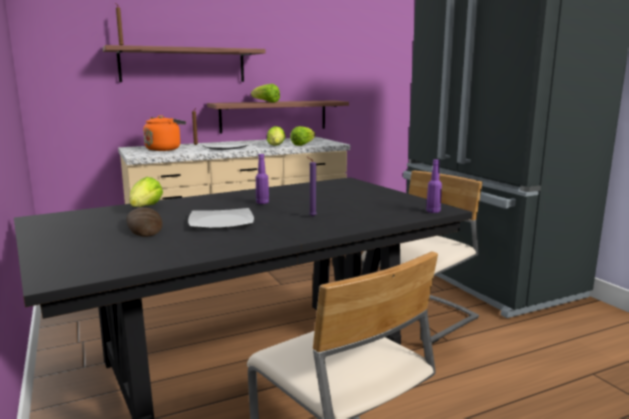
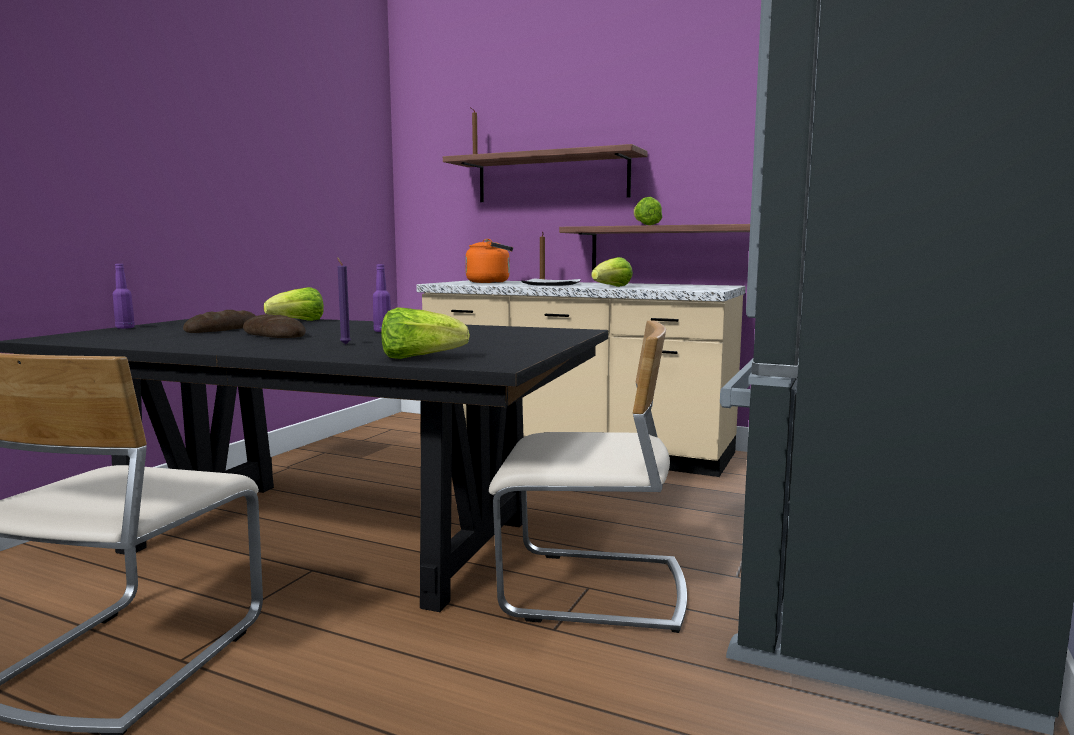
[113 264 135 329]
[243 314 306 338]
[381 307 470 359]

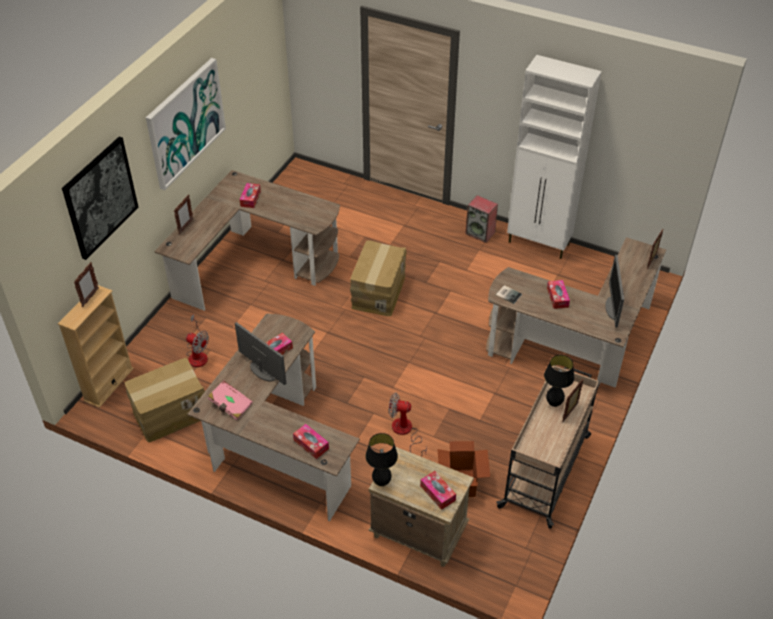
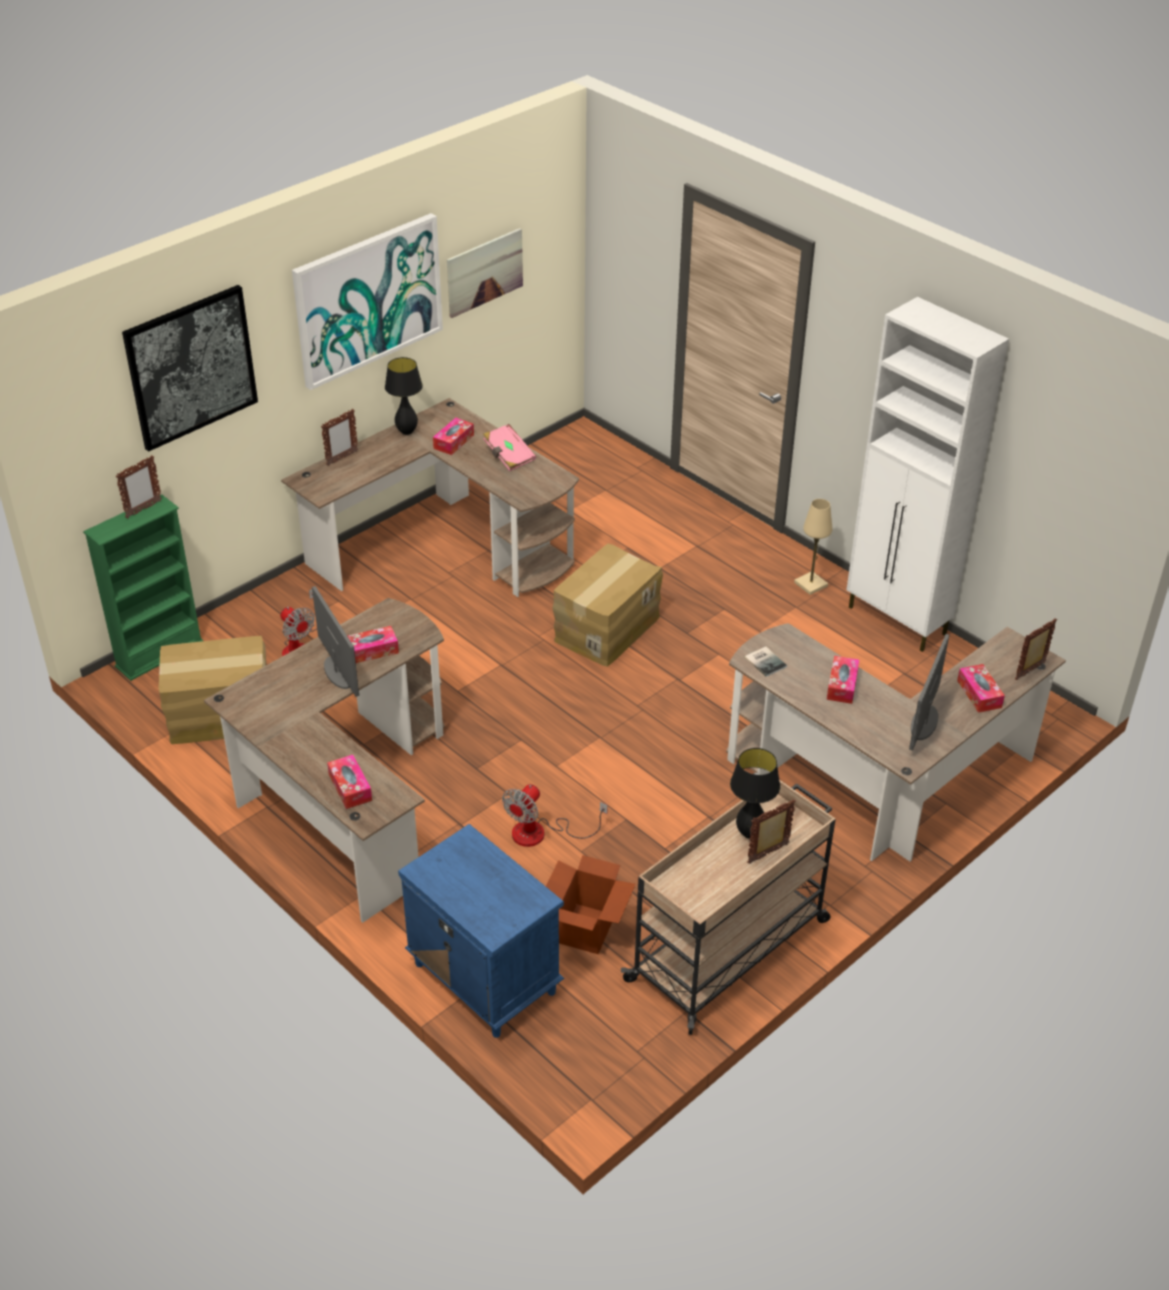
[83 495 203 681]
[385 357 423 435]
[398 824 564 1038]
[447 228 523 318]
[483 424 536 471]
[502 784 608 847]
[794 499 832 595]
[957 664 1005 713]

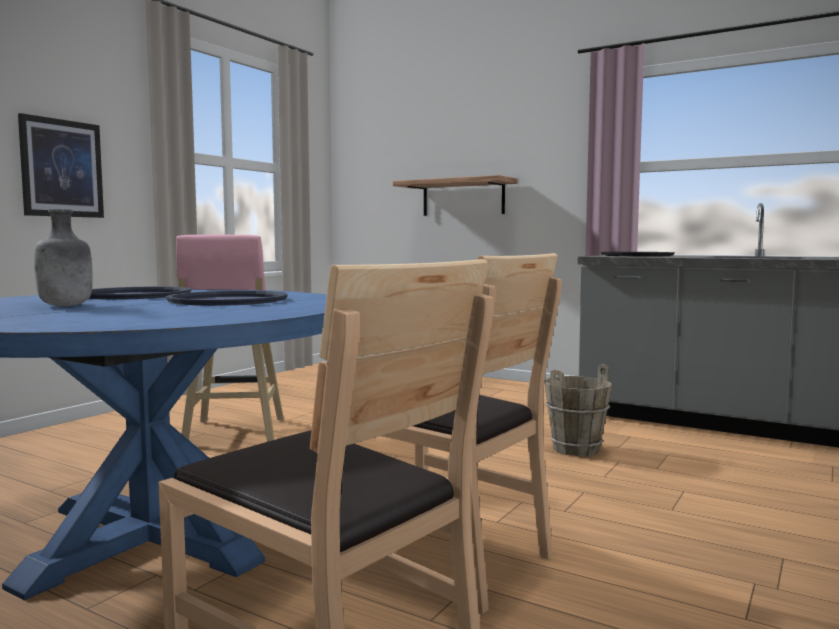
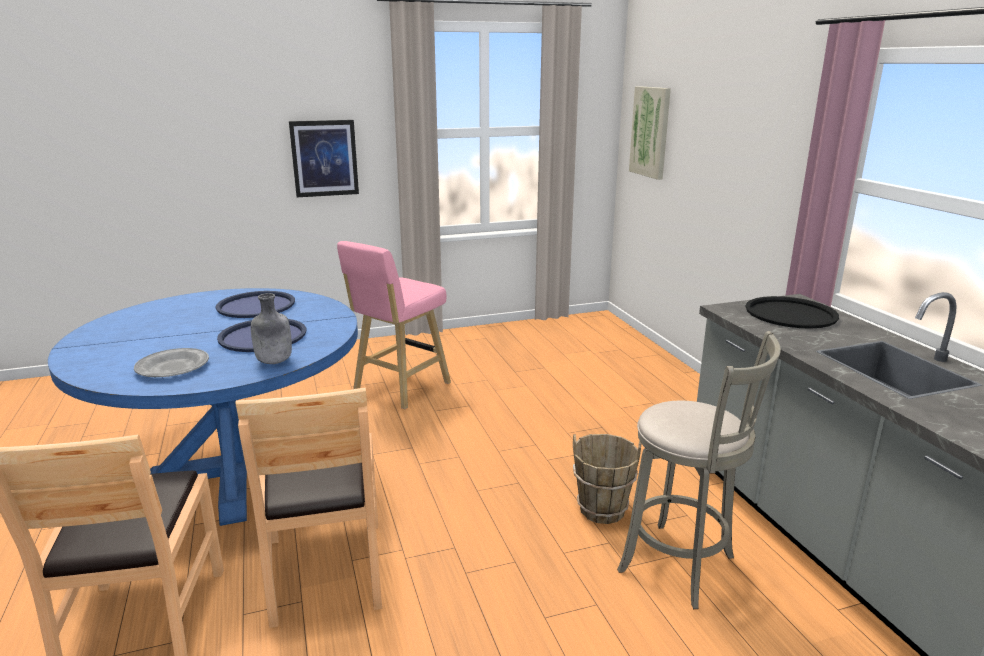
[134 348 209 377]
[251 293 292 364]
[617 331 781 609]
[629 86 671 180]
[393 175 517 216] (first image)

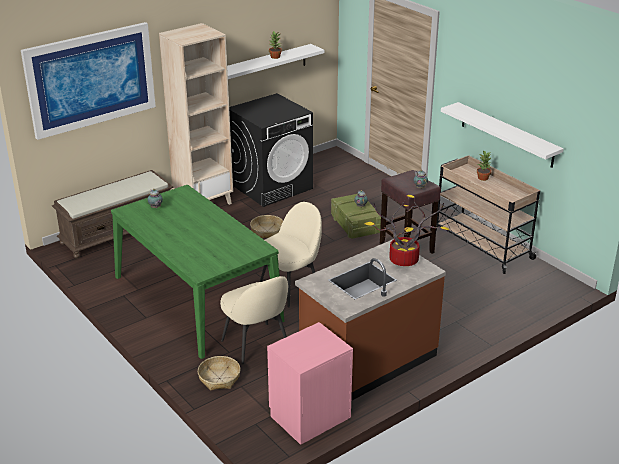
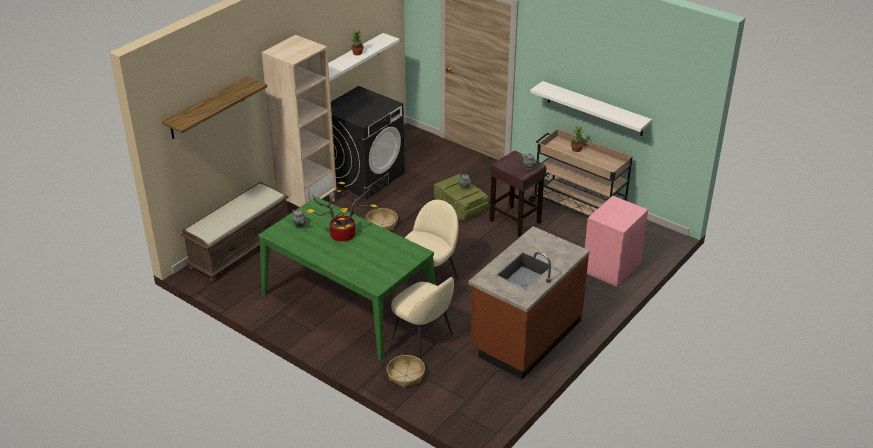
[162 76 267 139]
[305 182 378 241]
[585 196 648 287]

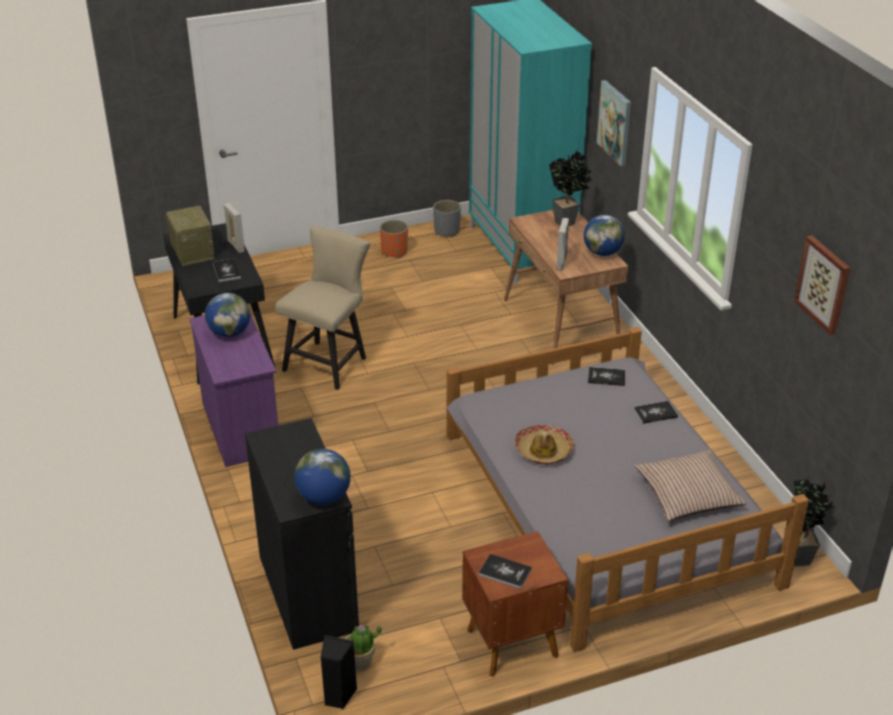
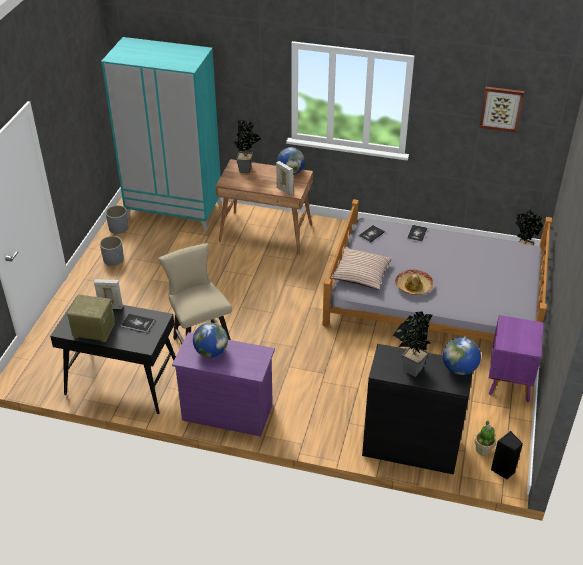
[100 236 124 266]
[331 247 392 290]
[393 311 433 377]
[488 315 543 402]
[479 554 532 589] (first image)
[597 80 631 166] (first image)

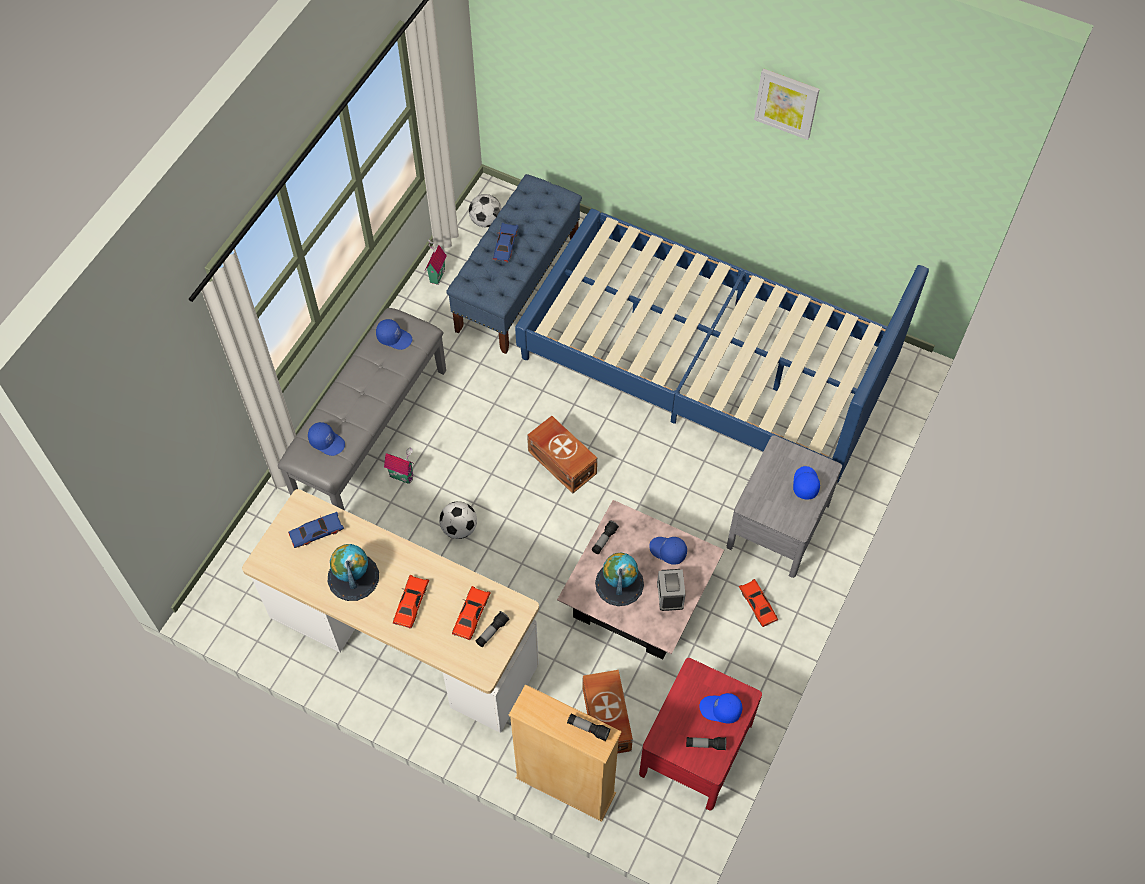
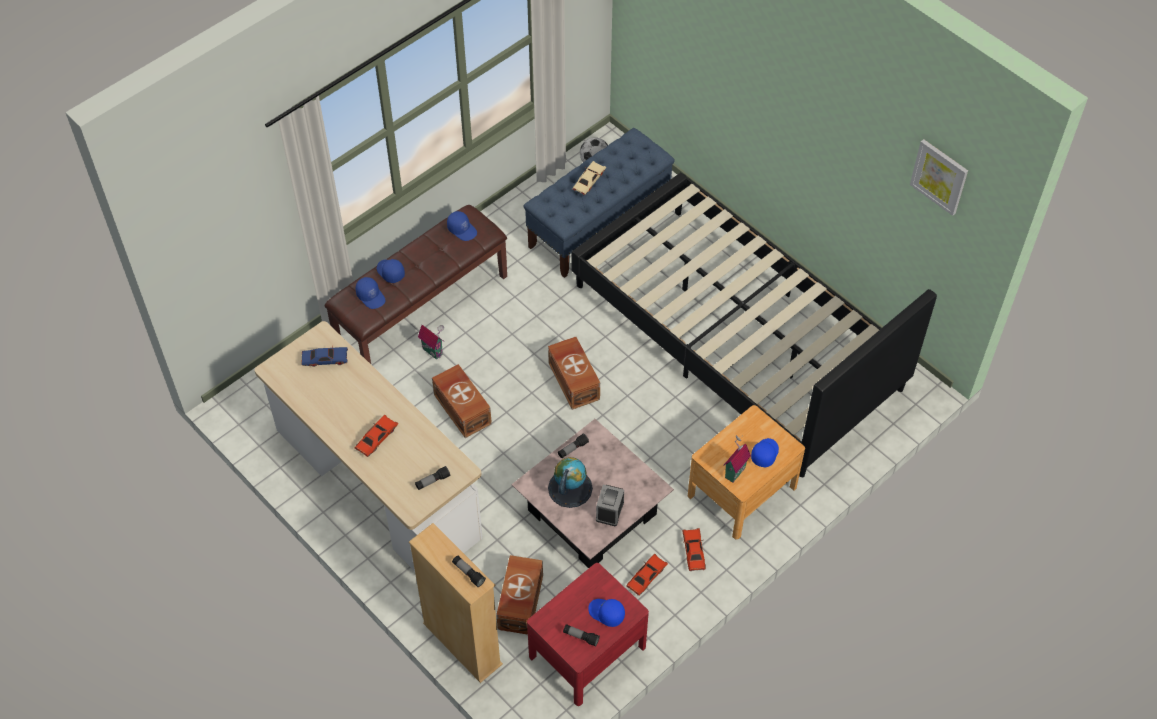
[325 205 507 364]
[377 259 405 283]
[432 364 492 438]
[571 173 937 477]
[572 161 606 195]
[626 554 668 596]
[688 405 805 540]
[723 435 751 483]
[910 139 968 216]
[328 544 379 601] (first image)

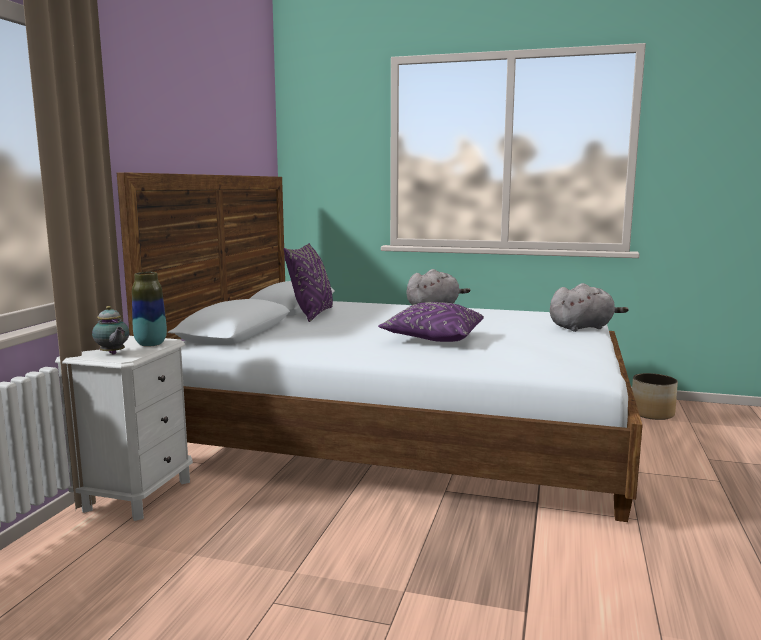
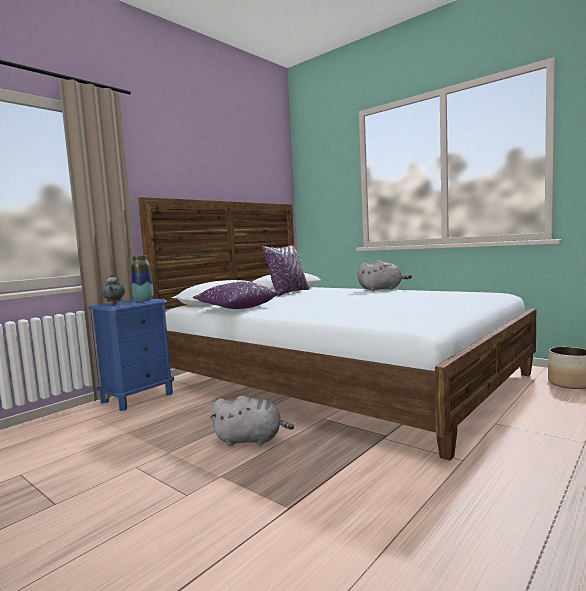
[88 298 174 411]
[193 282 280 309]
[210 396 294 446]

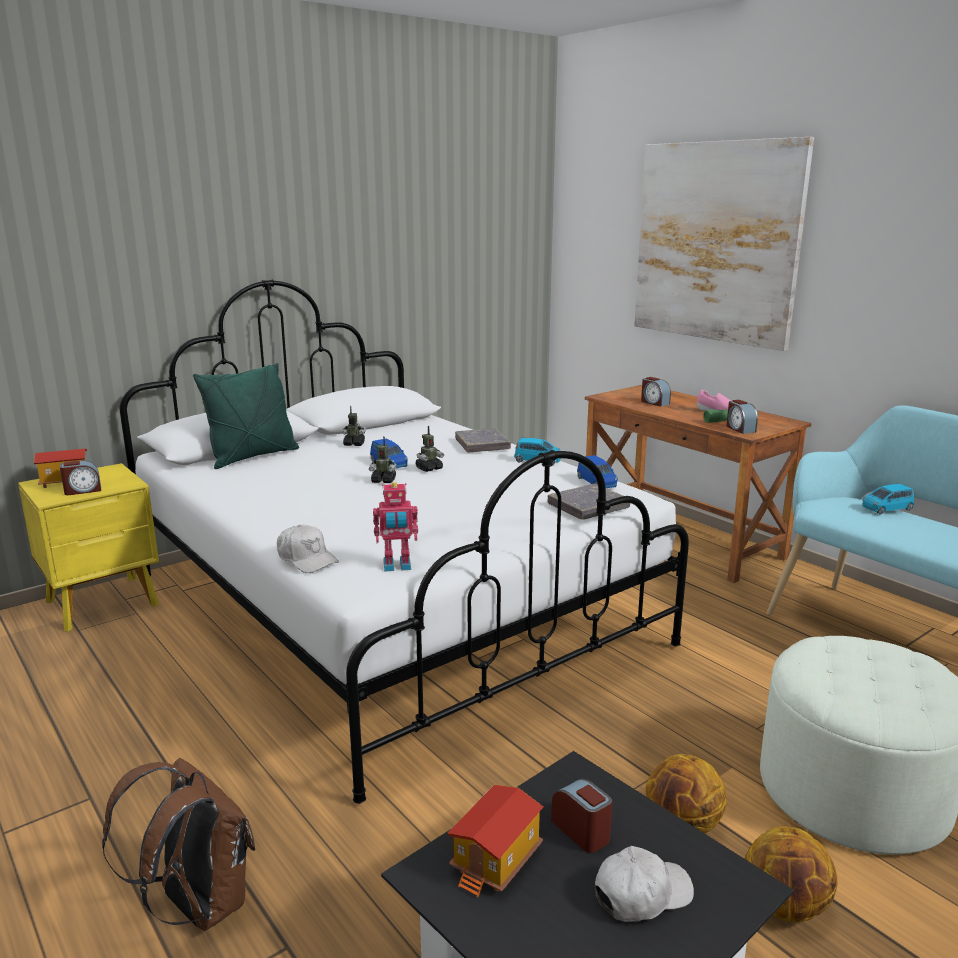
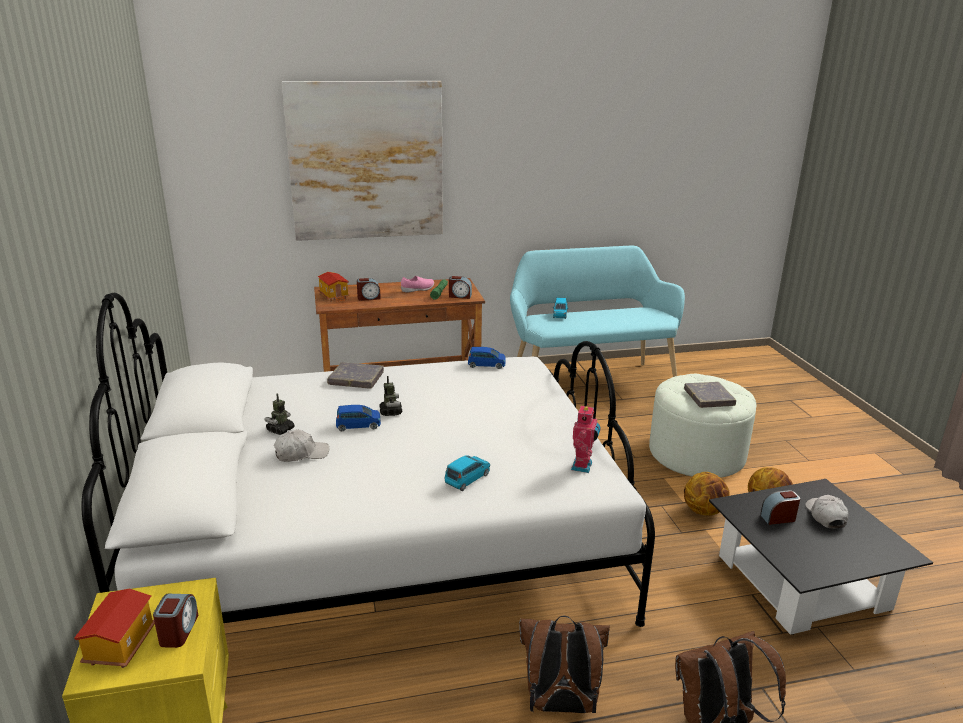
[274 429 329 462]
[317 272 350 302]
[445 455 490 491]
[519 616 610 713]
[684 382 736 408]
[193 363 299 469] (first image)
[369 436 397 483] (first image)

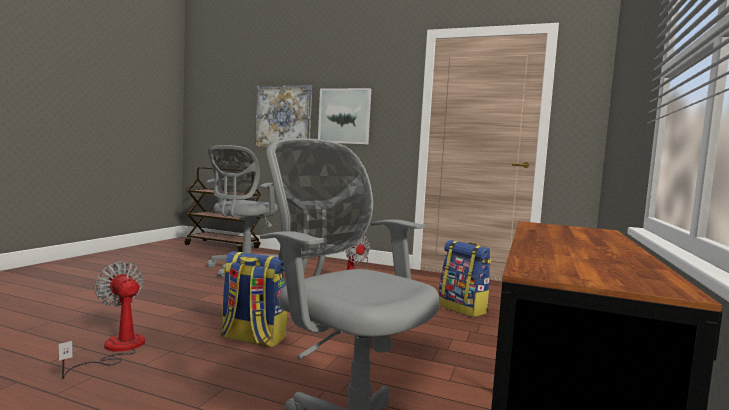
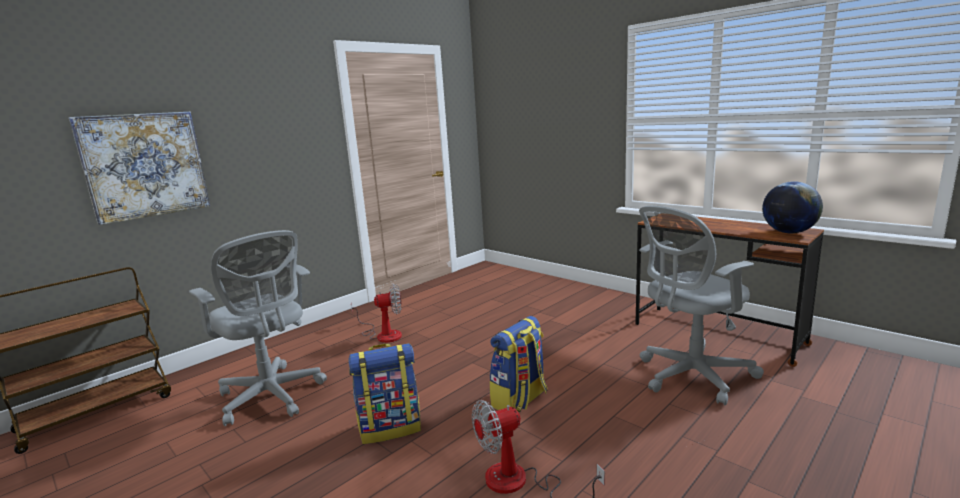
[348 343 421 444]
[762 181 823 233]
[318 88 371 144] (first image)

